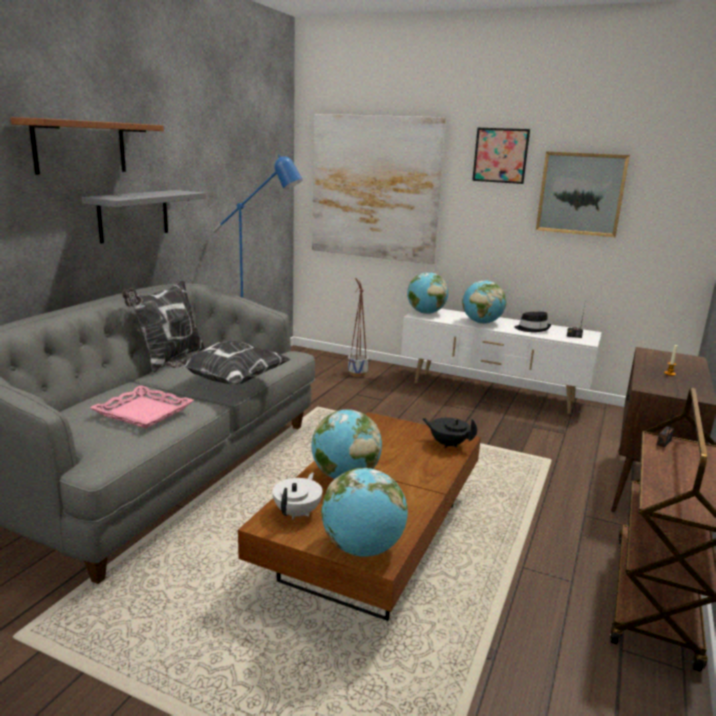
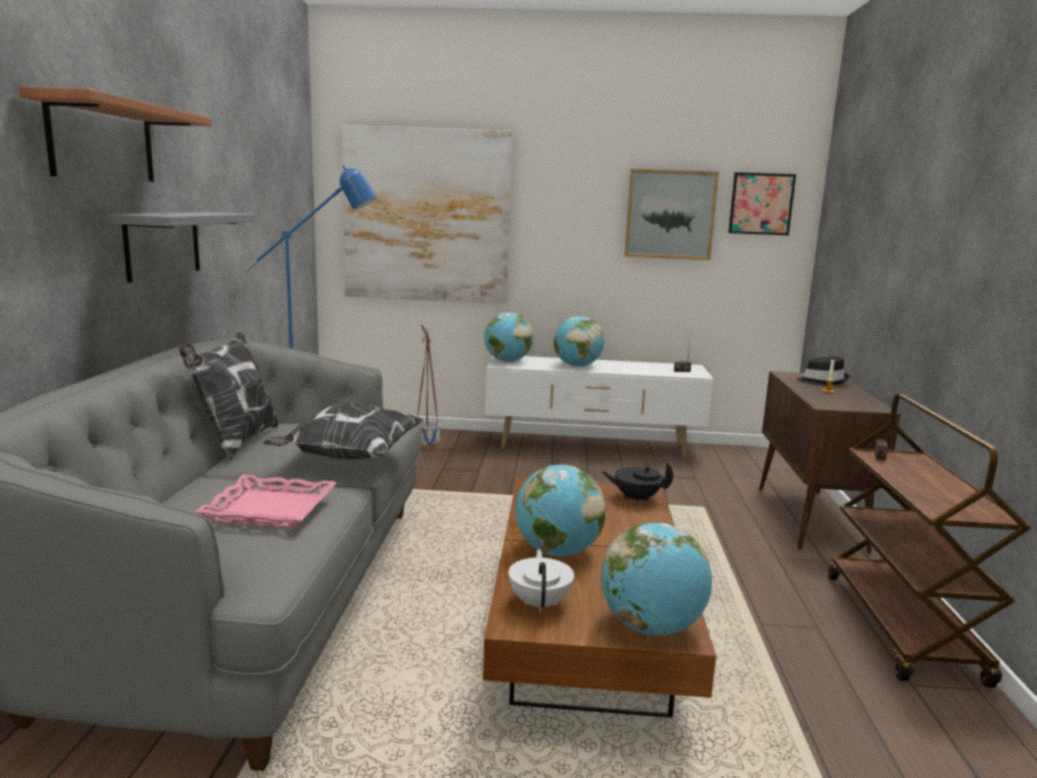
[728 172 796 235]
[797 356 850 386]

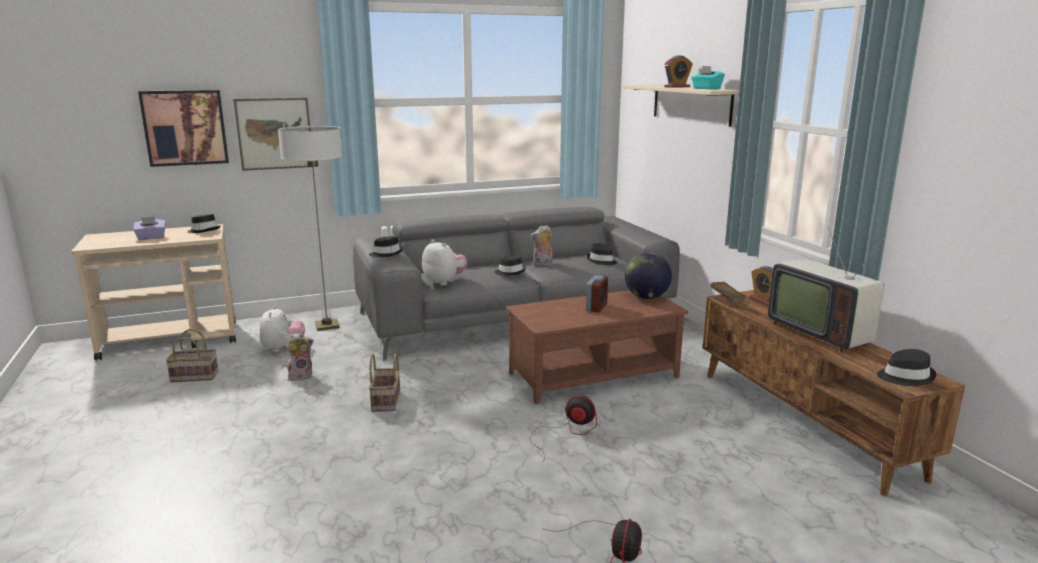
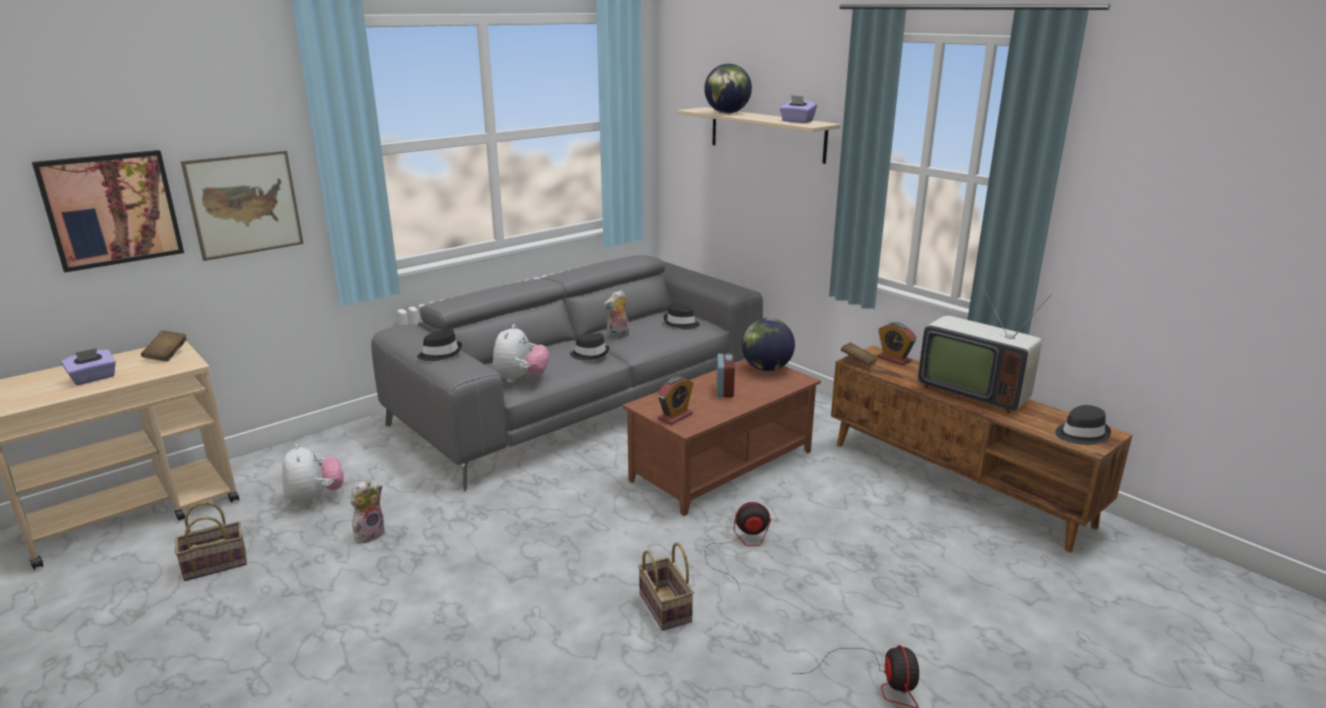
[141 330 187 362]
[493 324 549 383]
[638 542 694 631]
[658 376 693 425]
[704 64 752 113]
[780 95 817 123]
[278 126 343 331] (first image)

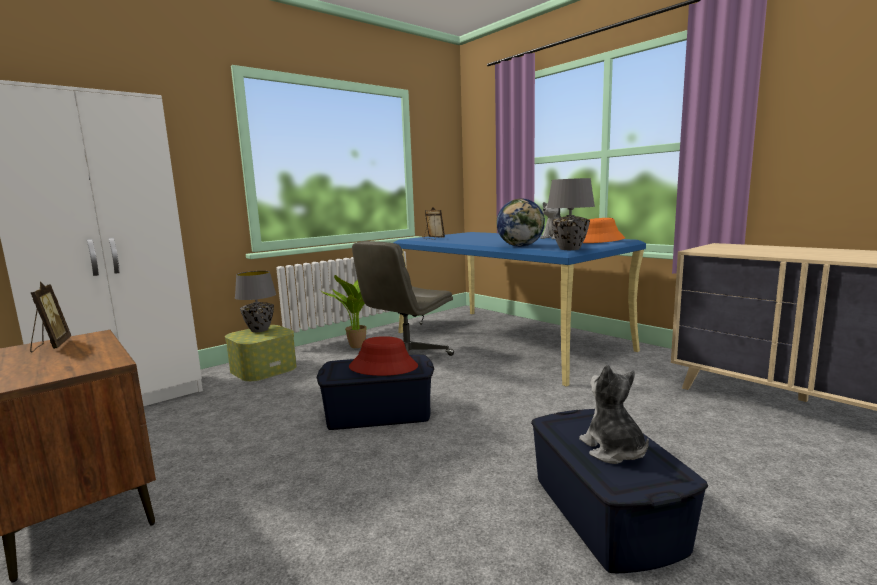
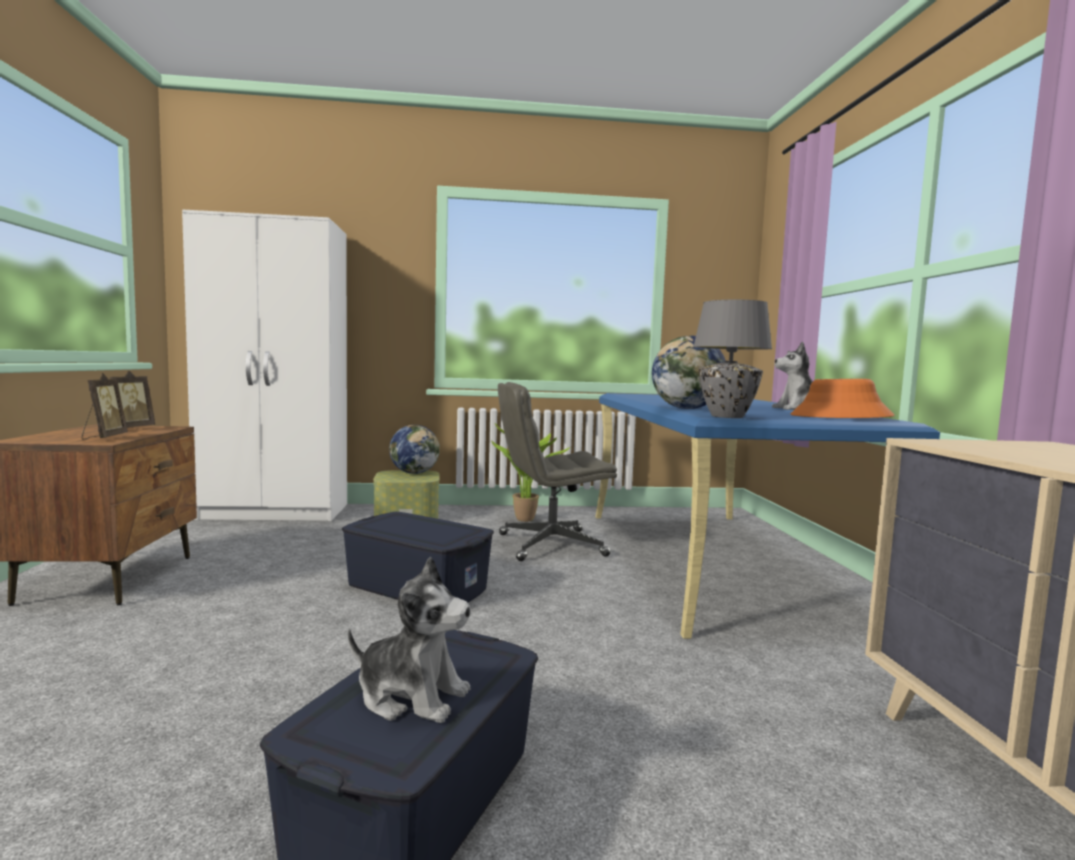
[81 373 128 439]
[348 557 471 723]
[389 425 440 474]
[349 336 418 376] (first image)

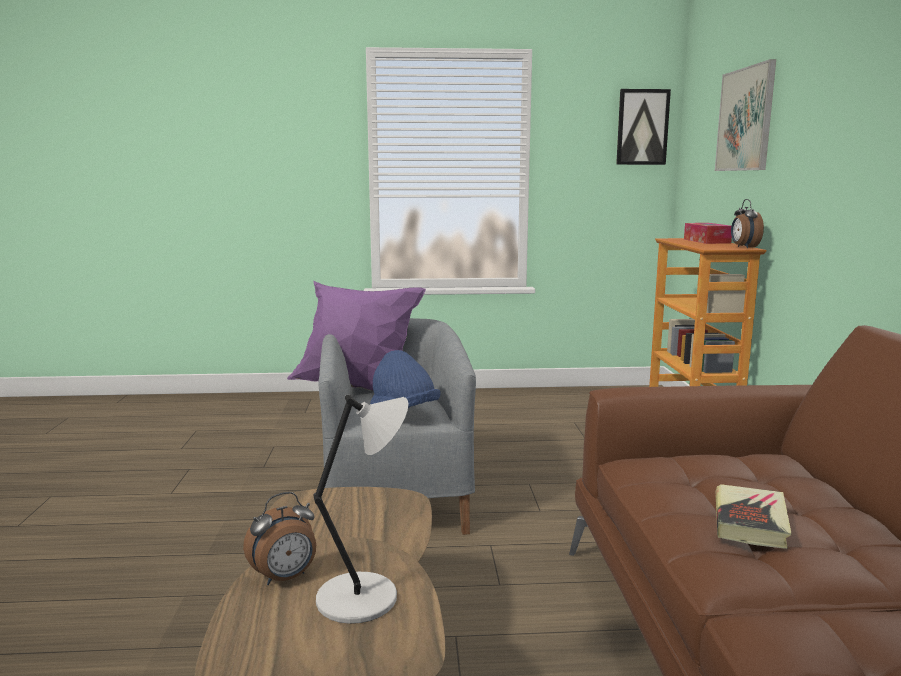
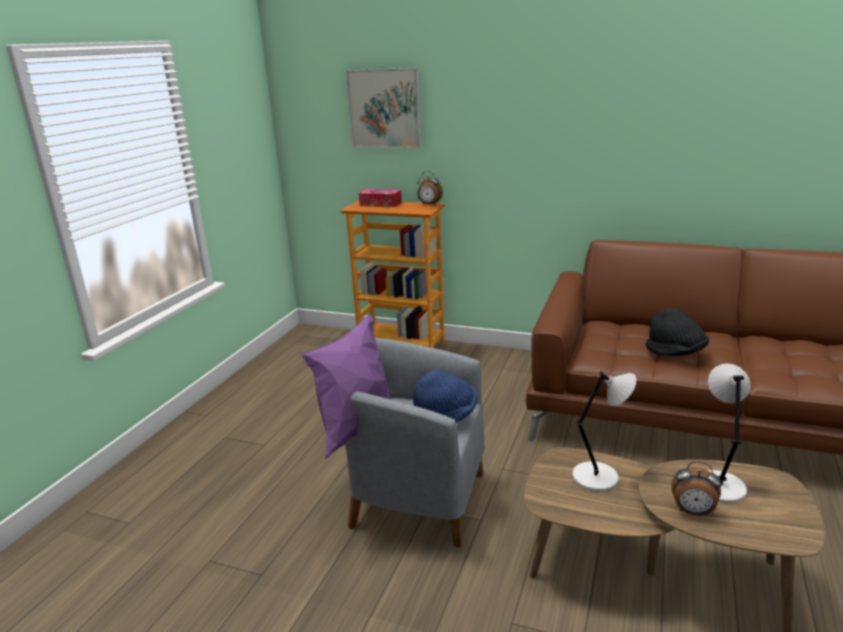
[572 371 637 492]
[646 308 709 356]
[672 462 722 516]
[616 89 671 165] (first image)

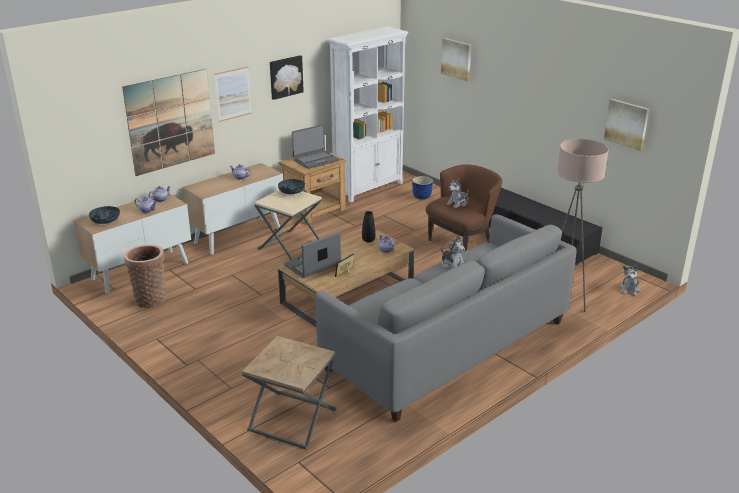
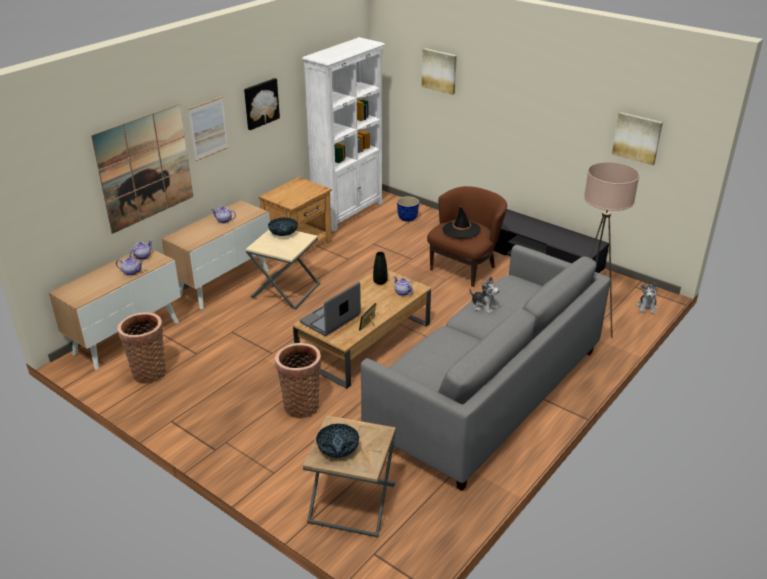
[275 343 321 419]
[316 424 359 458]
[442 207 481 239]
[292 124 339 169] (first image)

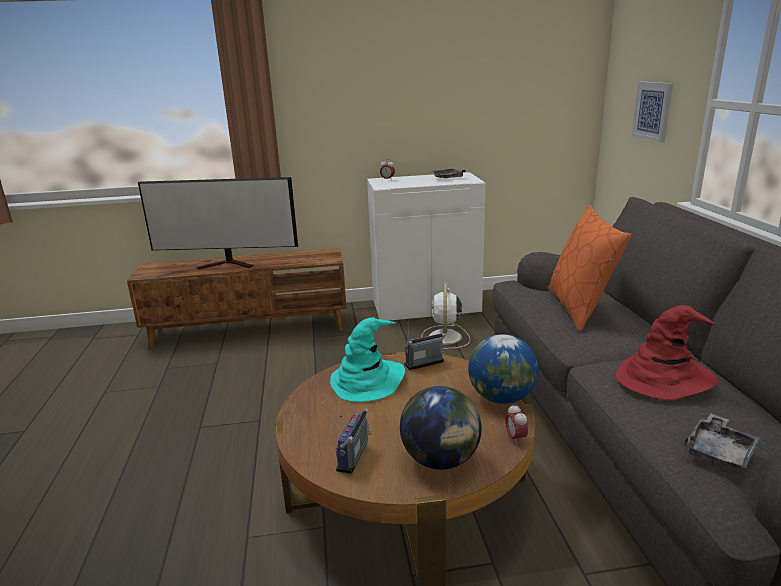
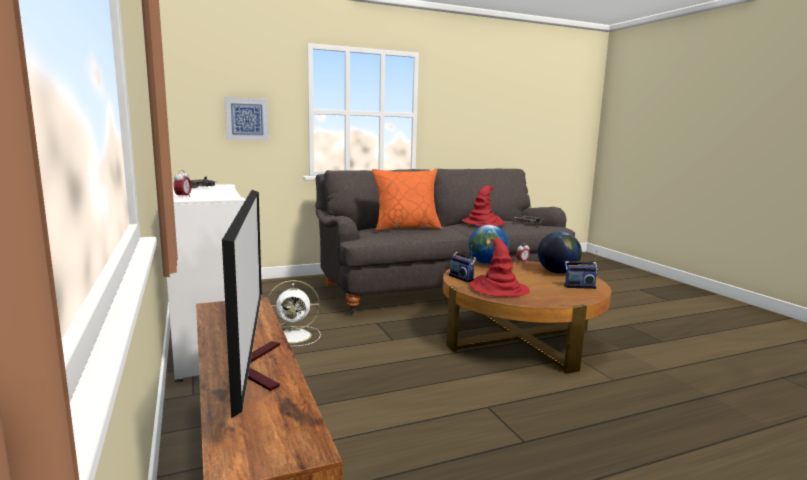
[470 238 530 297]

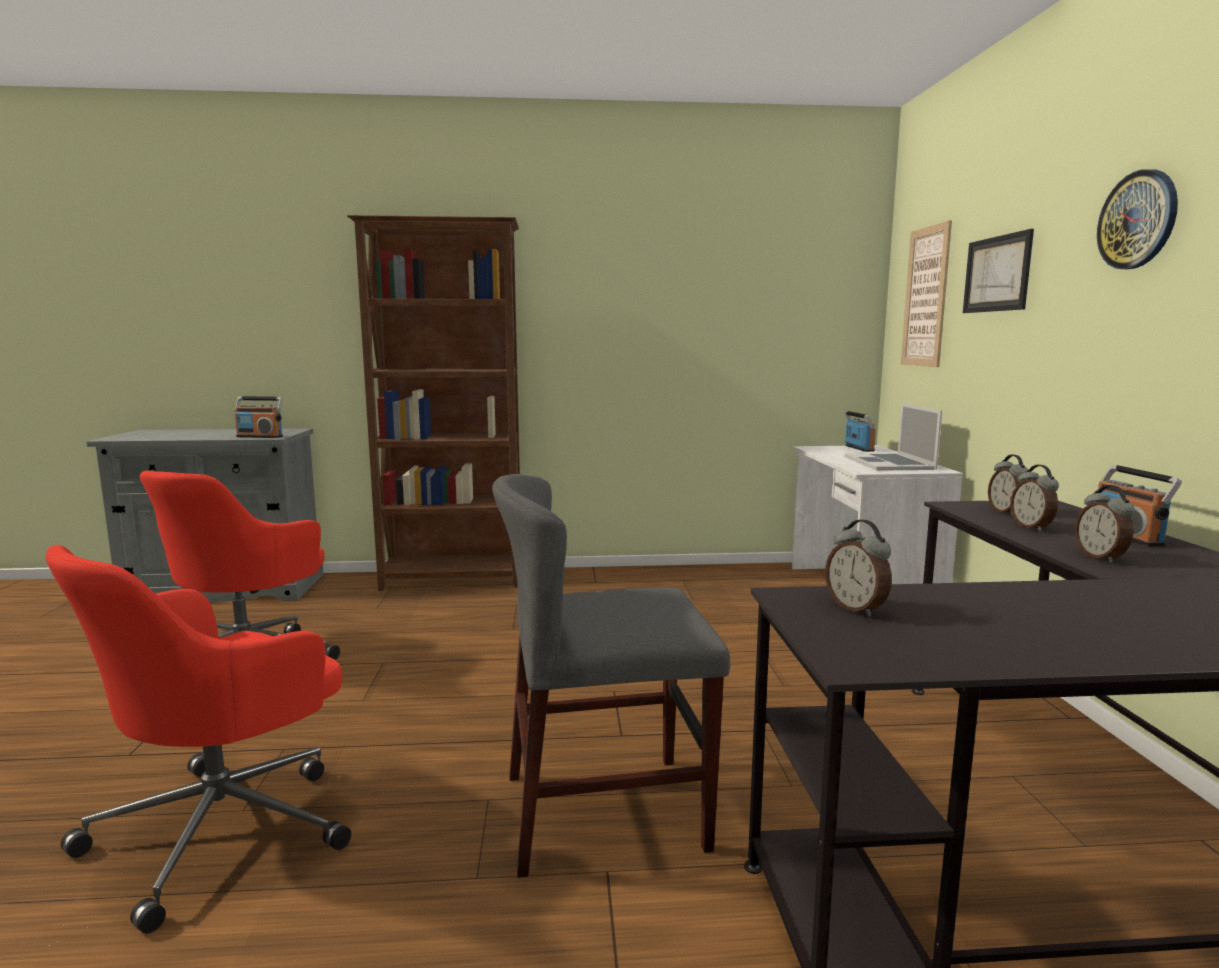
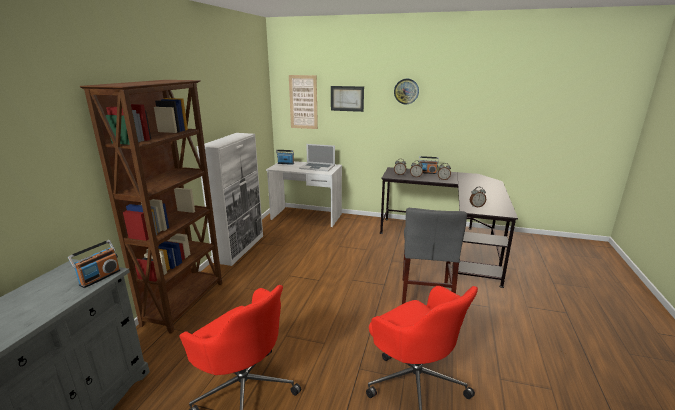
[197 133 263 266]

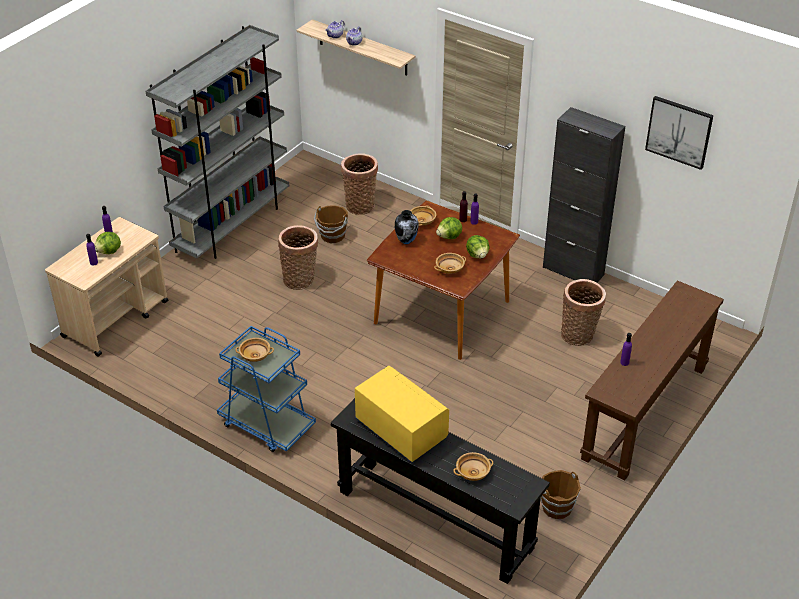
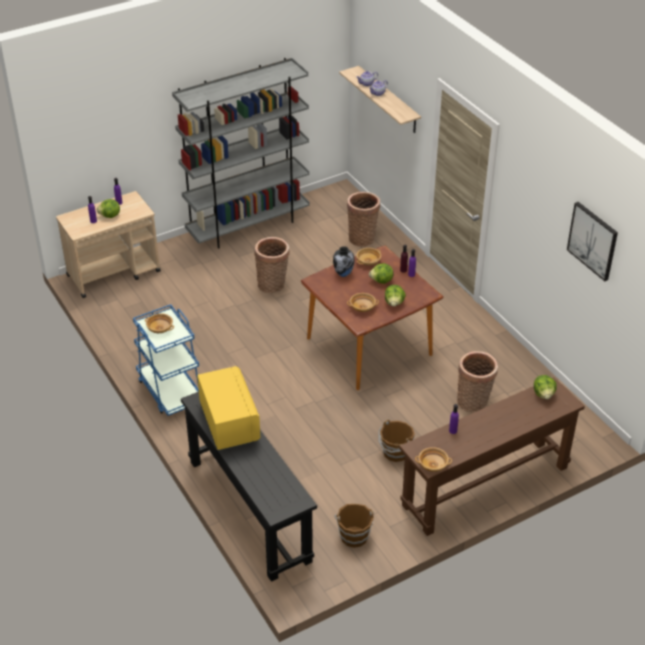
[378 419 415 462]
[415 447 452 472]
[534 375 557 399]
[543 107 625 283] (first image)

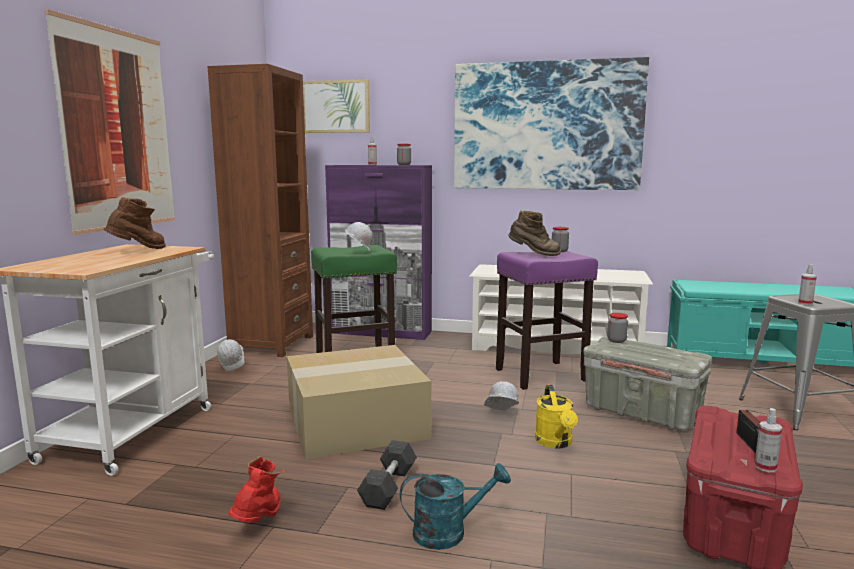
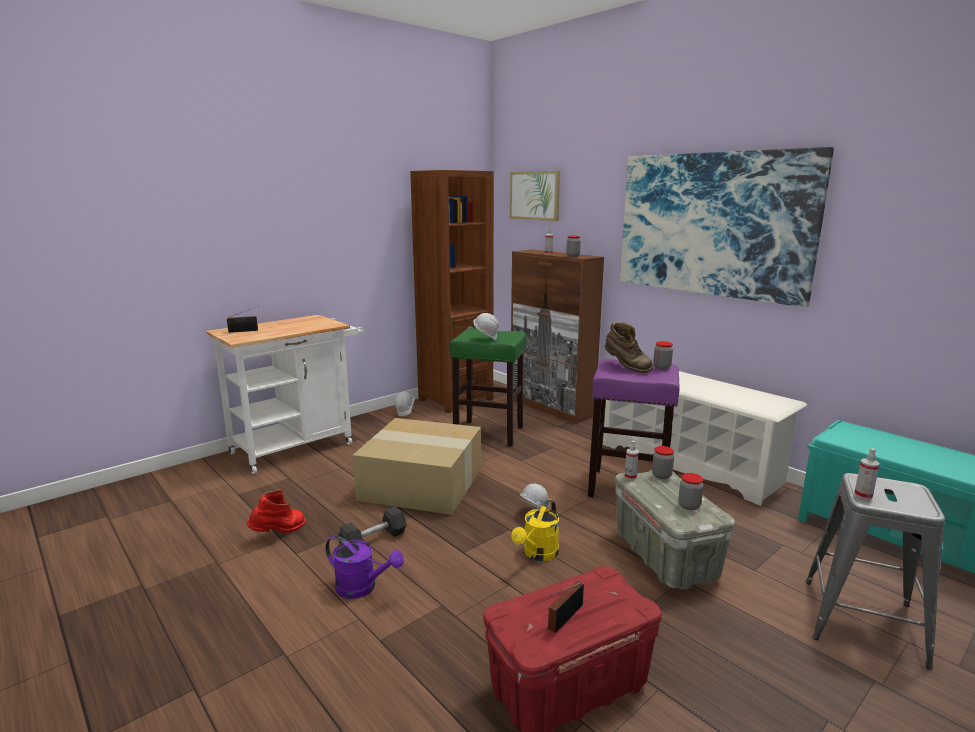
[227 307 258 333]
[326 535 404 599]
[511 250 604 424]
[625 441 639 480]
[678 473 704 510]
[44 9 175 235] (first image)
[104 197 166 249] (first image)

